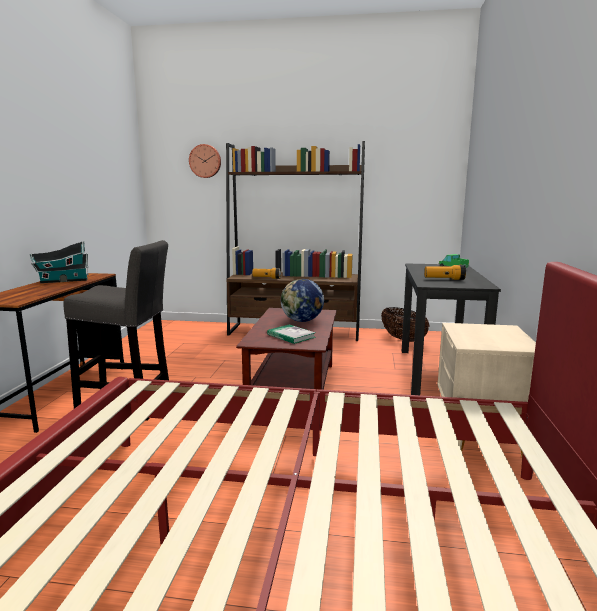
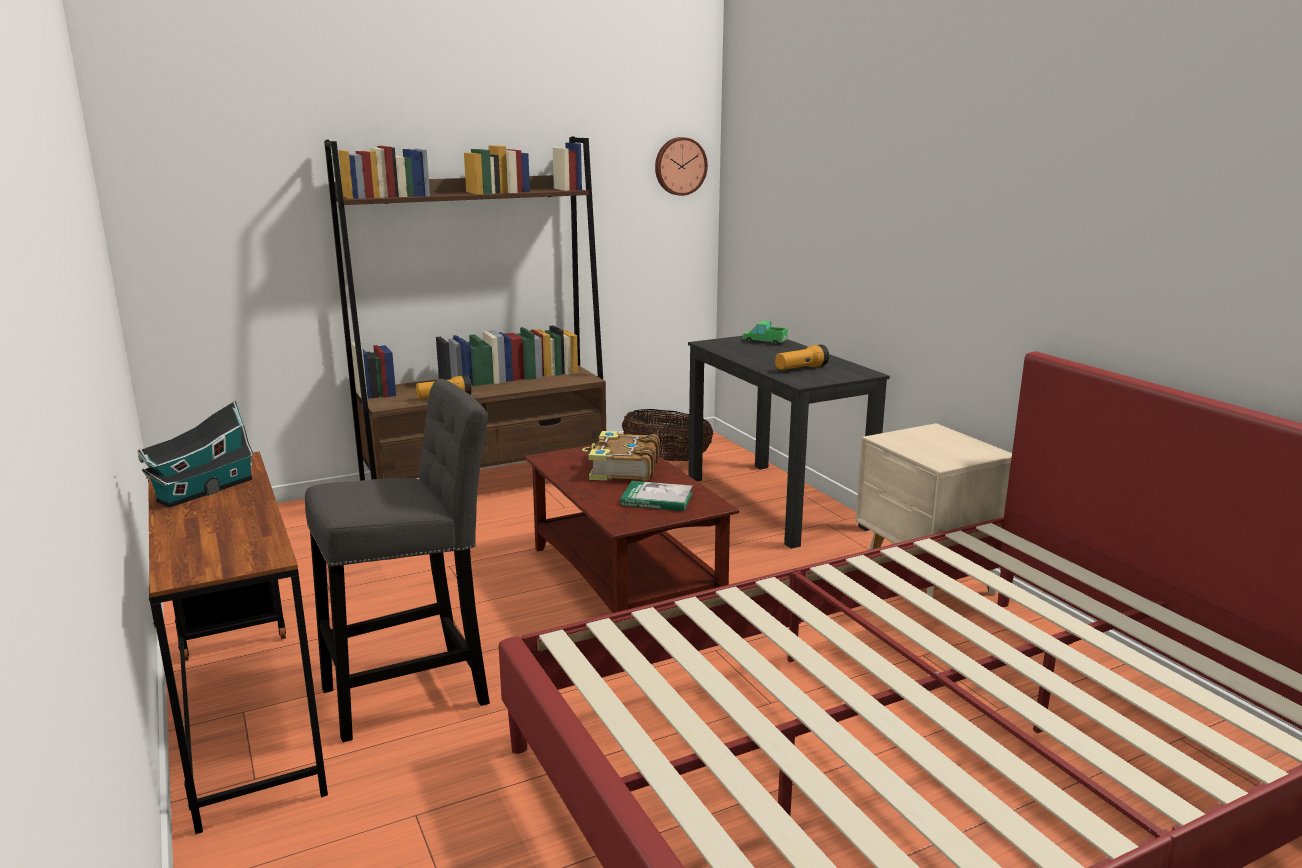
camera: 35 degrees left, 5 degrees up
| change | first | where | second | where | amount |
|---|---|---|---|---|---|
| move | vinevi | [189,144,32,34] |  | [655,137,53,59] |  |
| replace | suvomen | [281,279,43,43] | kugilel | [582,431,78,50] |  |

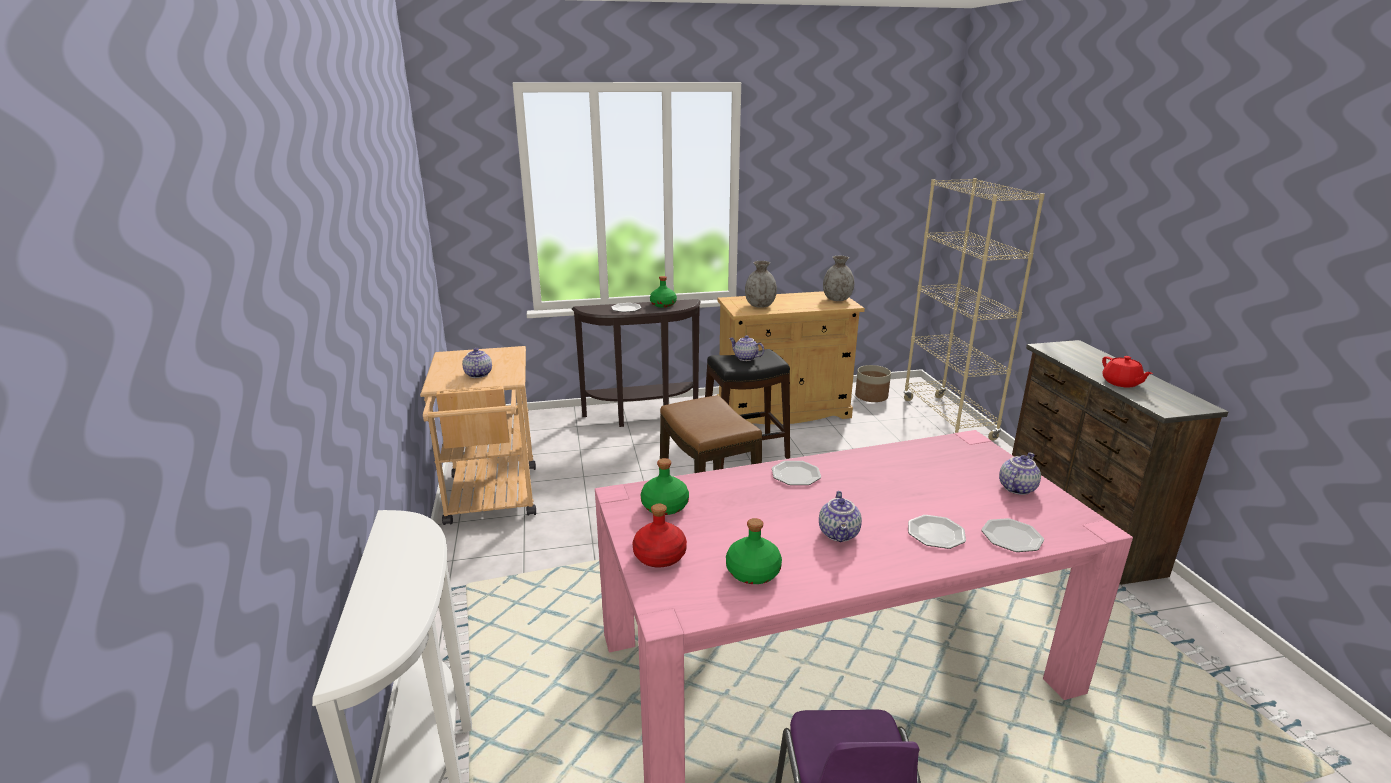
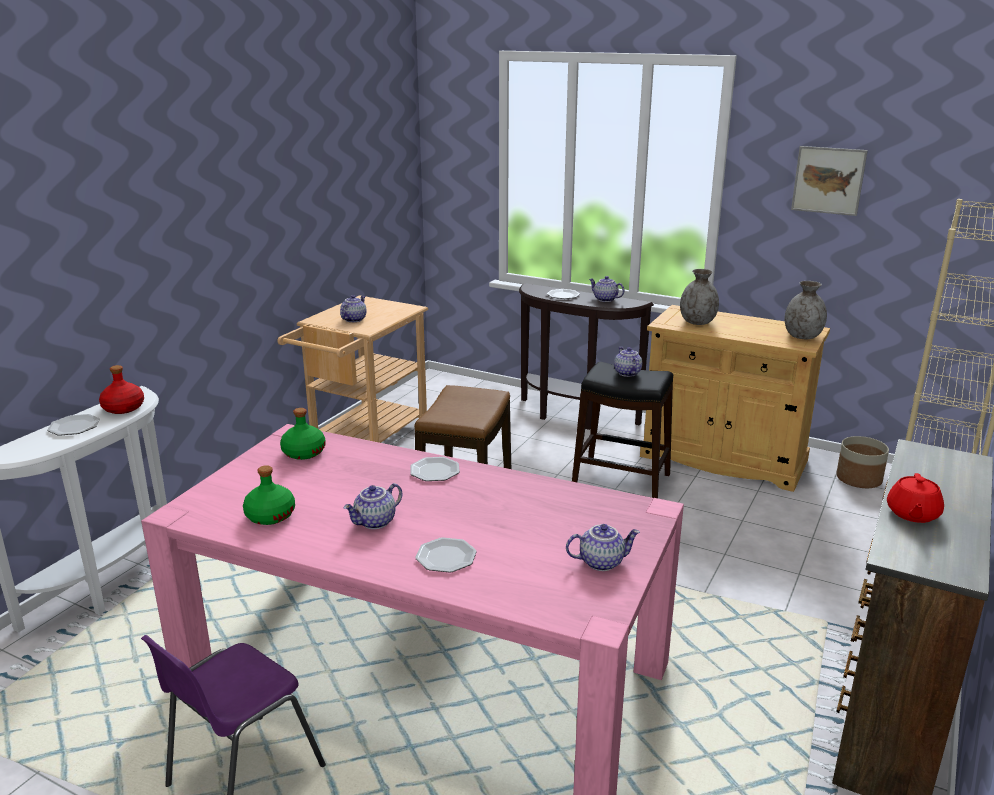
camera: 40 degrees right, 0 degrees up
| change | first | where | second | where | amount |
|---|---|---|---|---|---|
| move | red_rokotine | [632,504,55,63] |  | [99,365,45,49] |  |
| replace | green_rokotine | [650,276,27,32] | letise | [589,276,35,26] |  |
| move | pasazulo | [981,518,63,34] |  | [47,414,53,22] |  |
| insert |  |  | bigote | [791,146,77,70] |  |

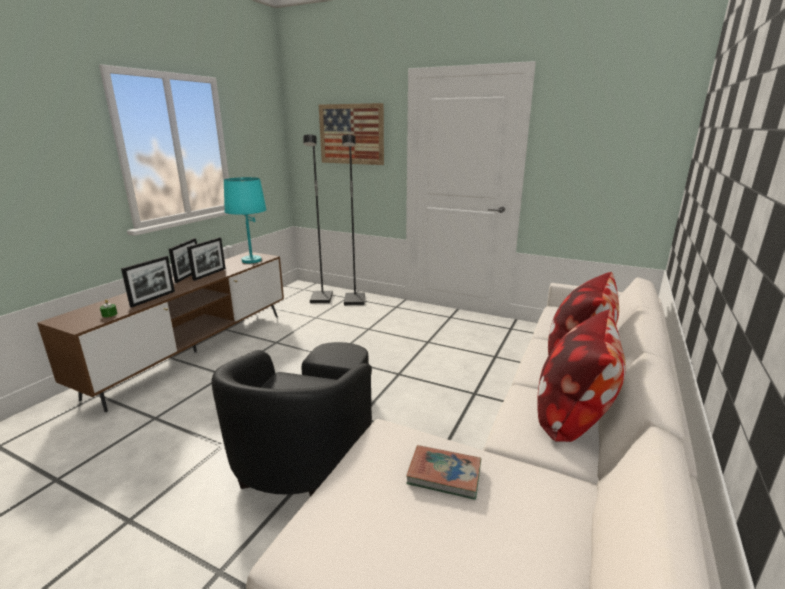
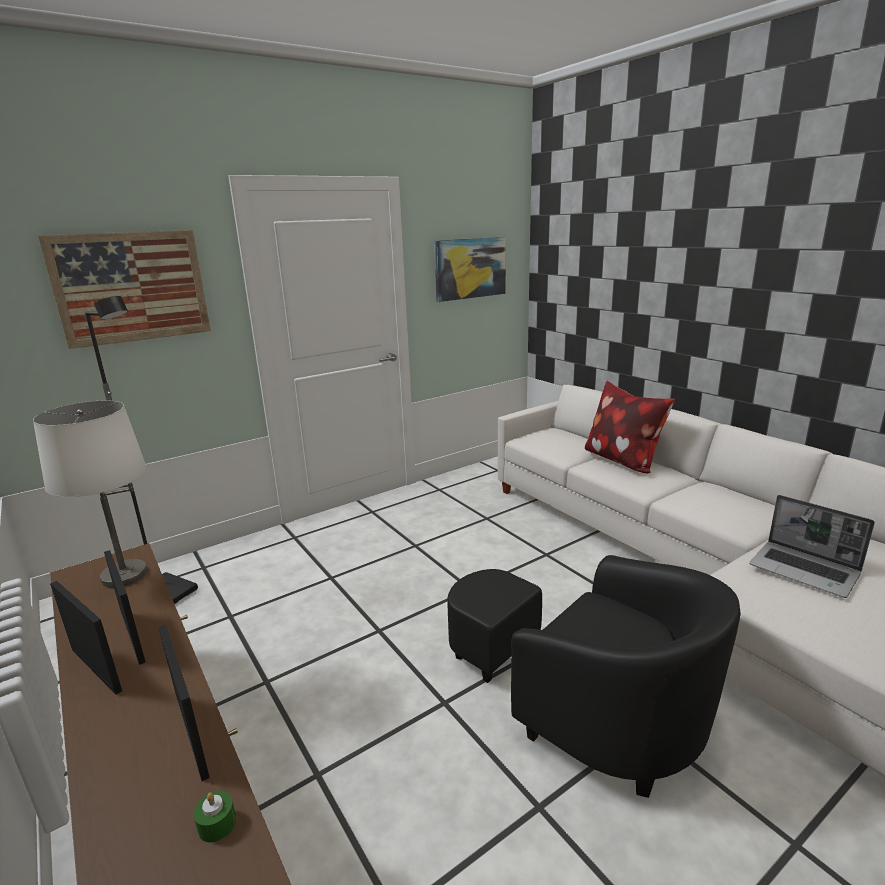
camera: 60 degrees left, 0 degrees up
| change | first | where | second | where | amount |
|---|---|---|---|---|---|
| recolor | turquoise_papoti | [224,177,43,86] | white_papoti | [33,401,114,187] |  |
| delete | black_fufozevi | [342,135,23,170] |  |  |  |
| replace | kugilel | [406,445,75,55] | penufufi | [749,495,126,103] |  |
| delete | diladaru | [537,309,89,133] |  |  |  |
| insert |  |  | bigote | [434,237,72,65] |  |

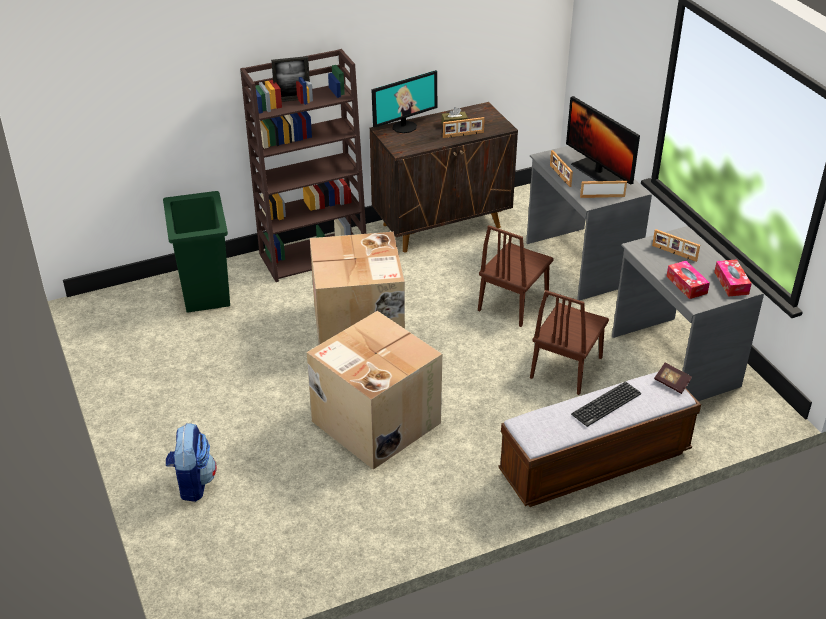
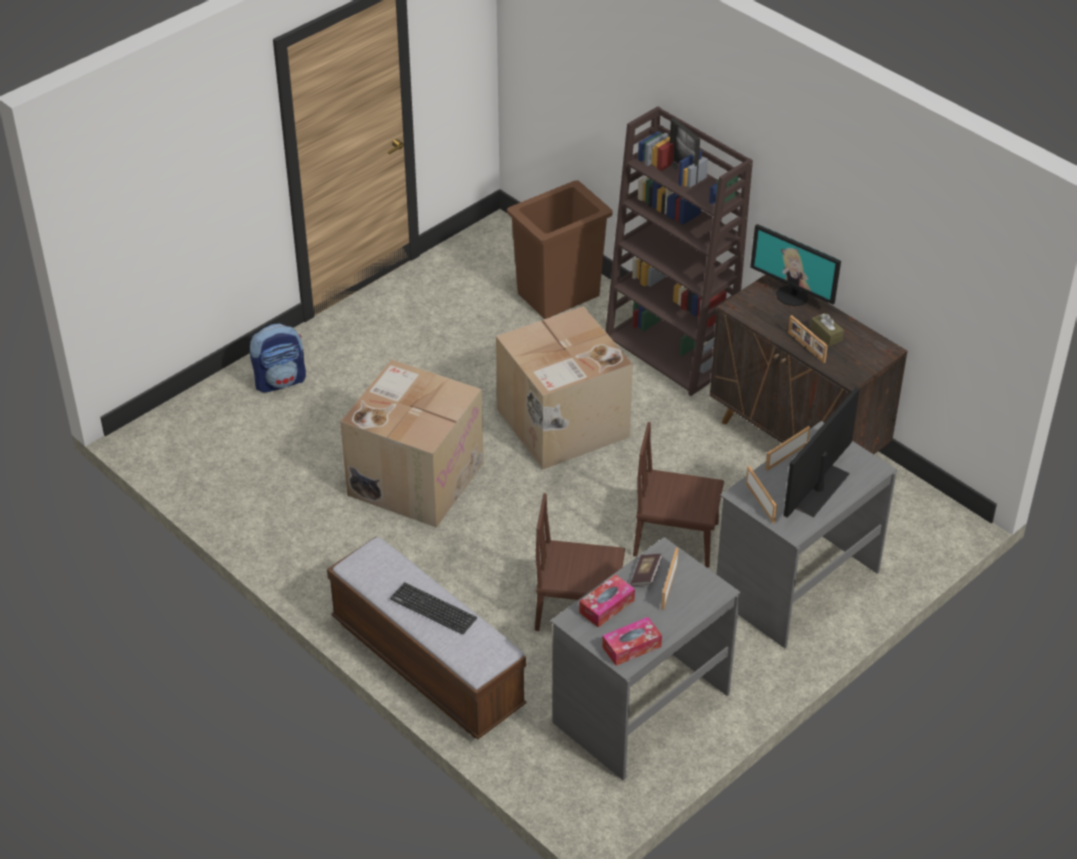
camera: 70 degrees right, 5 degrees up
| change | first | where | second | where | amount |
|---|---|---|---|---|---|
| recolor | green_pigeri | [163,191,67,122] | brown_pigeri | [507,180,106,139] |  |
| move | kugilel | [654,363,38,31] |  | [631,554,32,32] |  |

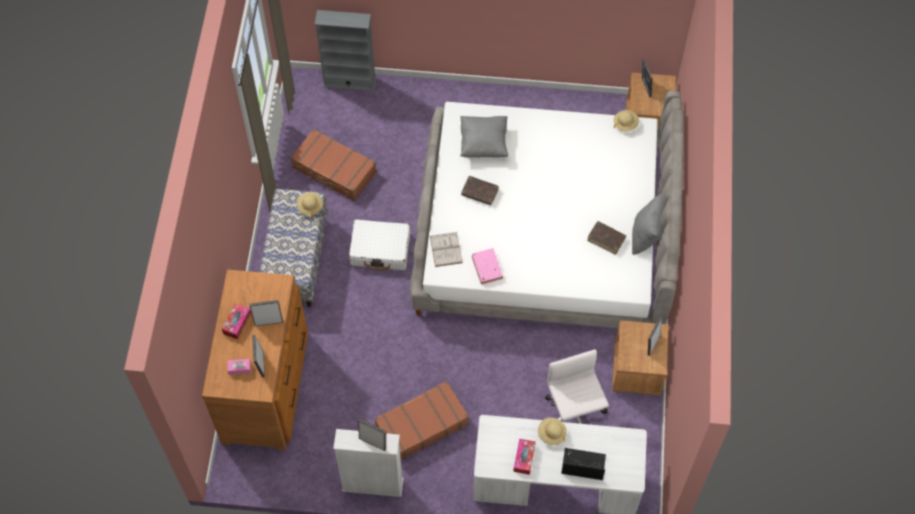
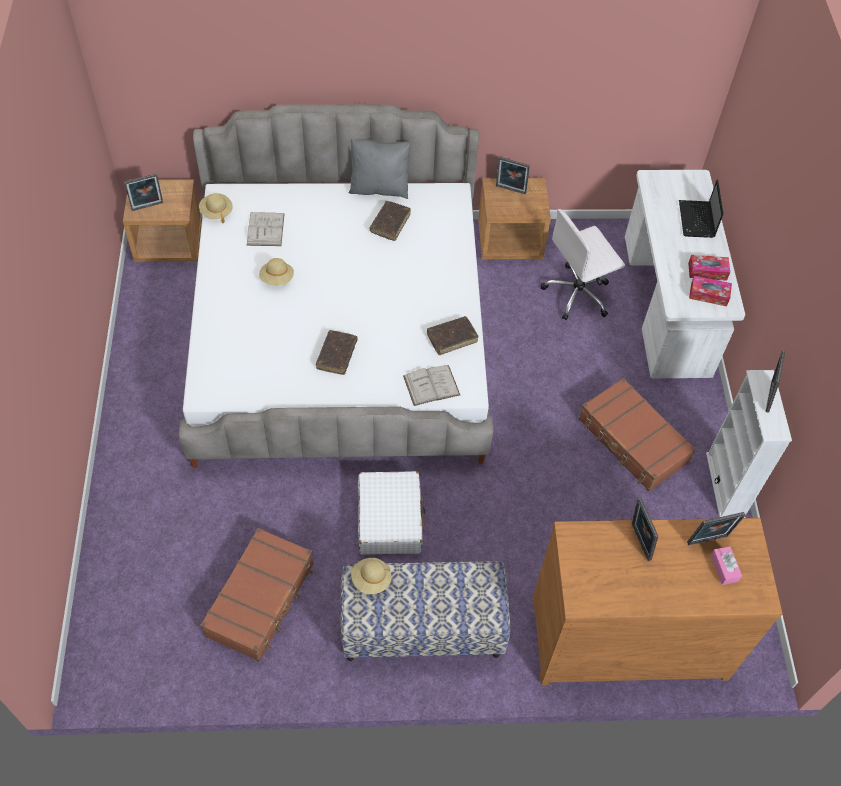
camera: 100 degrees left, 5 degrees down
| change | first | where | second | where | amount |
|---|---|---|---|---|---|
| move | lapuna | [222,303,29,36] |  | [689,276,43,30] |  |
| delete | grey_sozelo | [314,10,62,81] |  |  |  |
| delete | grey_diladaru | [460,116,48,42] |  |  |  |
| recolor | pink_kugilel | [472,249,31,36] | brown_kugilel | [427,316,52,39] |  |
| move | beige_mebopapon | [538,418,29,27] |  | [259,258,35,28] |  |
| insert |  |  | white_kugilel | [247,212,38,34] |  |

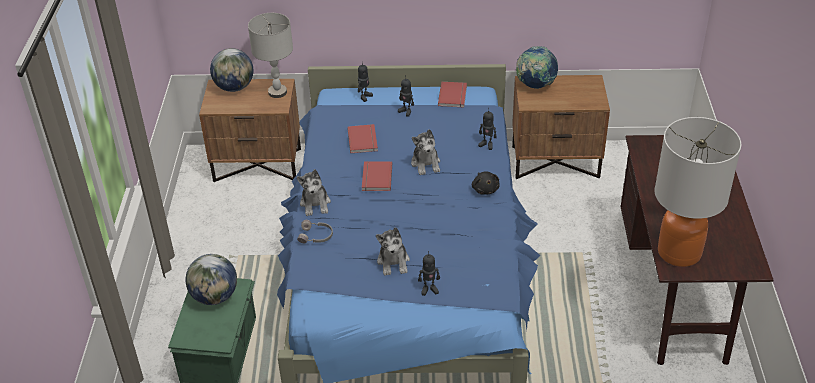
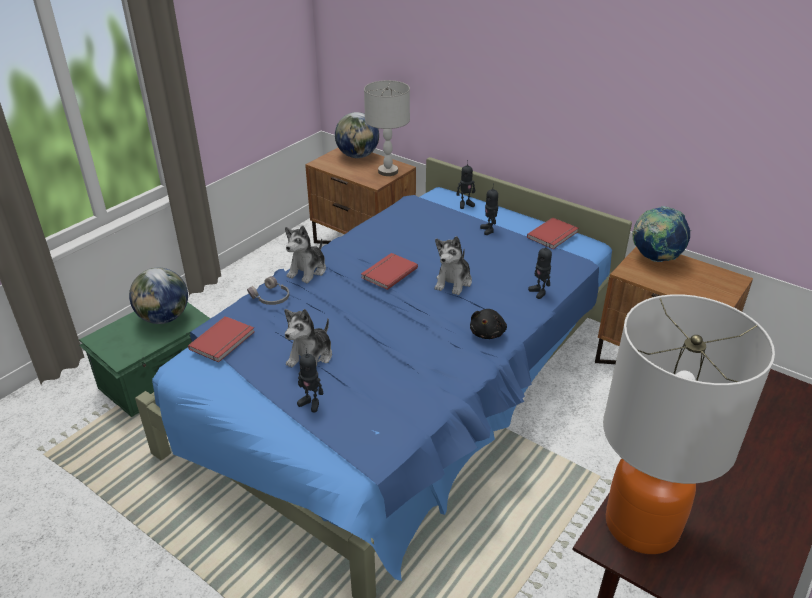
camera: 35 degrees right, 5 degrees down
| change | first | where | second | where | amount |
|---|---|---|---|---|---|
| move | red_kugilel | [347,124,31,29] |  | [188,316,67,46] |  |

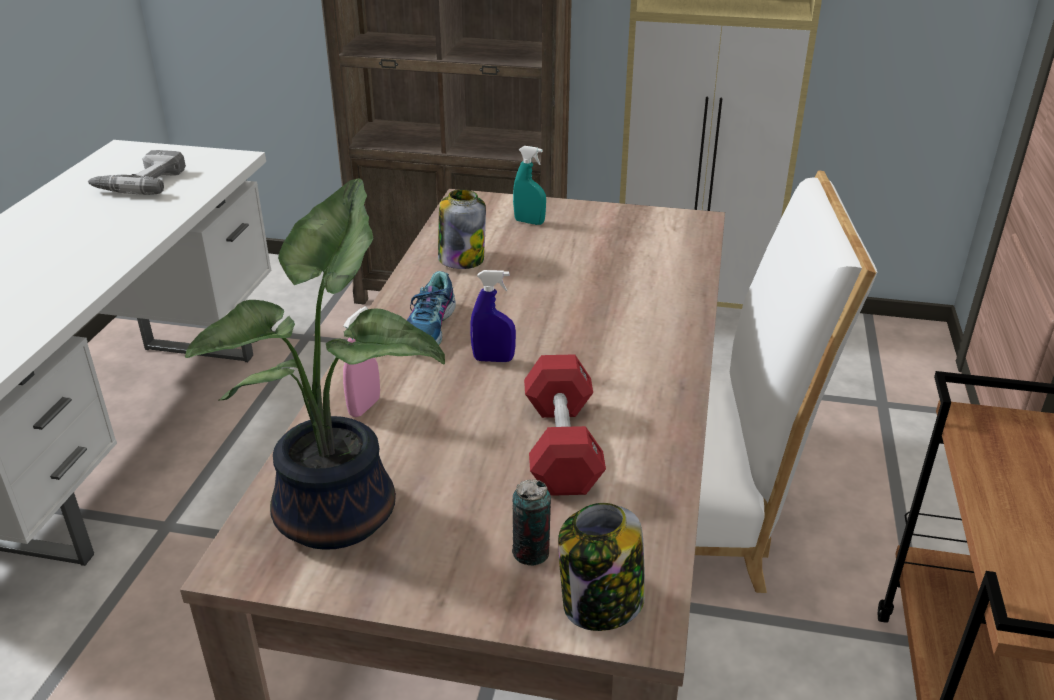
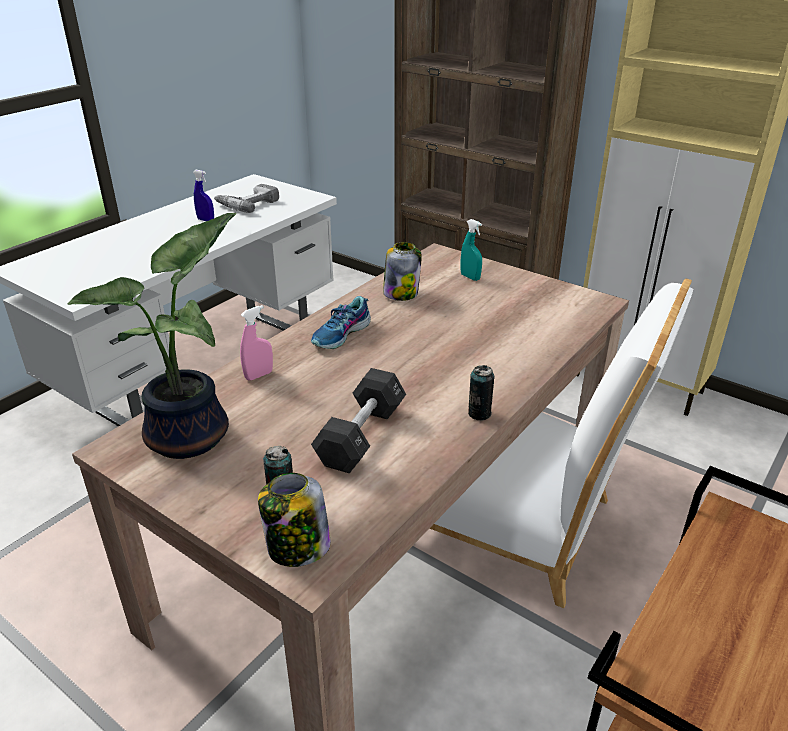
camera: 25 degrees right, 0 degrees up
| change | first | where | second | where | amount |
|---|---|---|---|---|---|
| move | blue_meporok | [470,270,46,92] |  | [193,170,21,51] |  |
| recolor | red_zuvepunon | [524,354,82,142] | black_zuvepunon | [311,368,95,105] |  |
| insert |  |  | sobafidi | [468,365,27,55] |  |

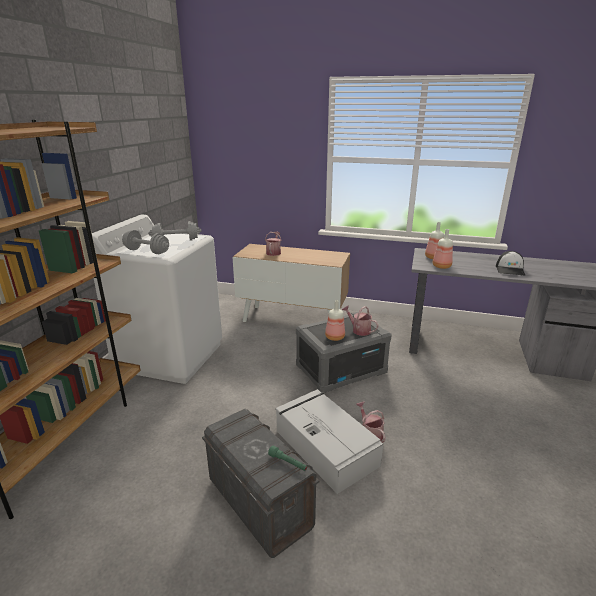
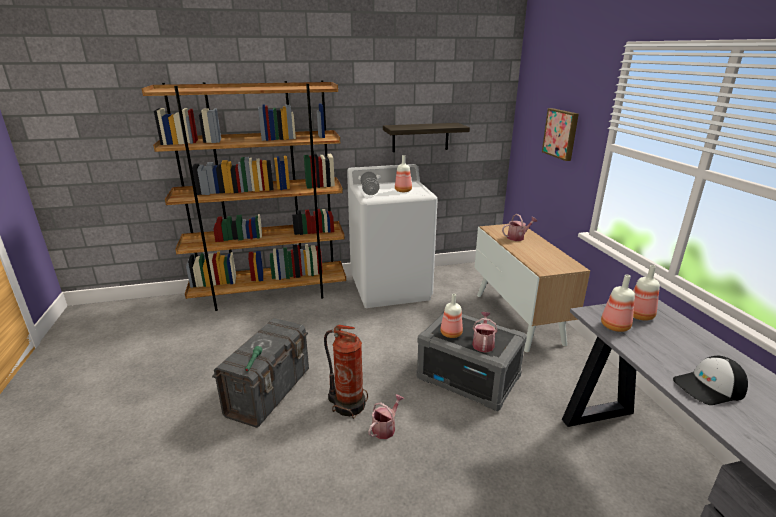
camera: 60 degrees right, 0 degrees up
| change | first | where | second | where | amount |
|---|---|---|---|---|---|
| replace | grey_zuvepunon | [148,221,54,20] | rokotine | [395,155,17,37] |  |
| replace | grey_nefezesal | [275,389,108,105] | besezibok | [324,325,44,94] |  |
| insert |  |  | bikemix | [383,123,87,29] |  |
| insert |  |  | bigote | [542,108,37,53] |  |

